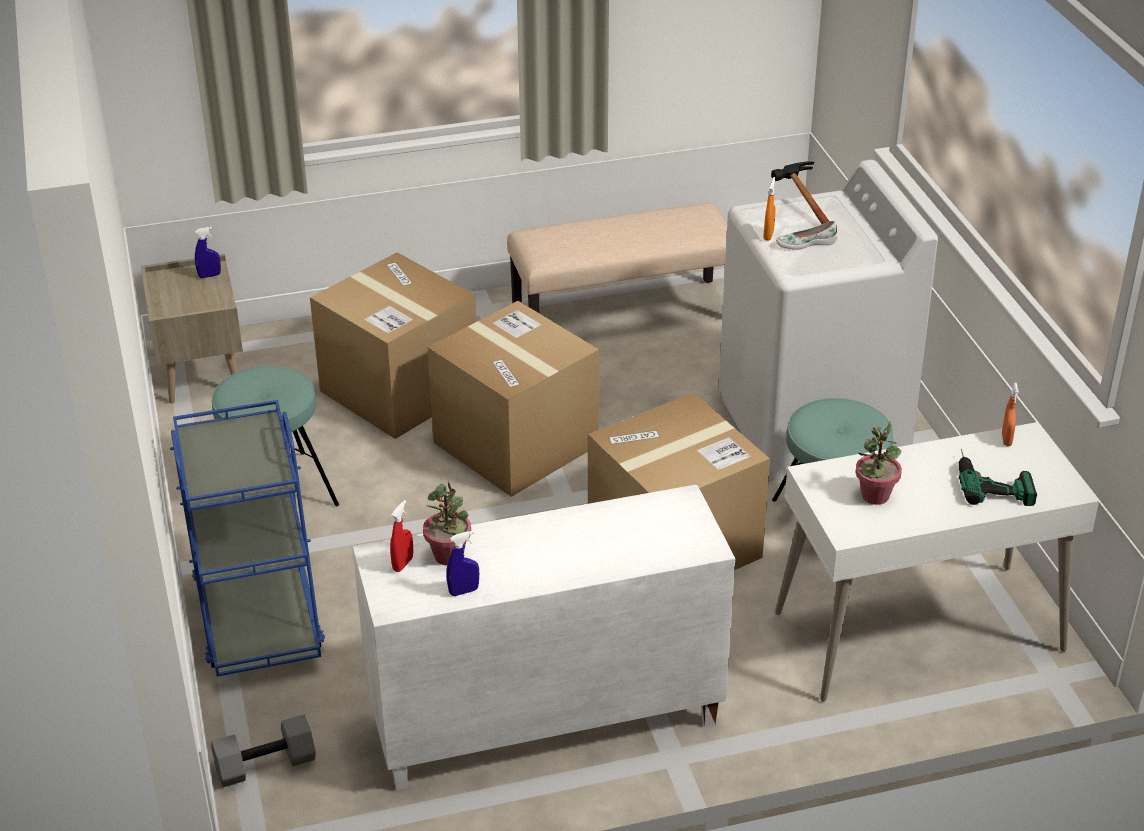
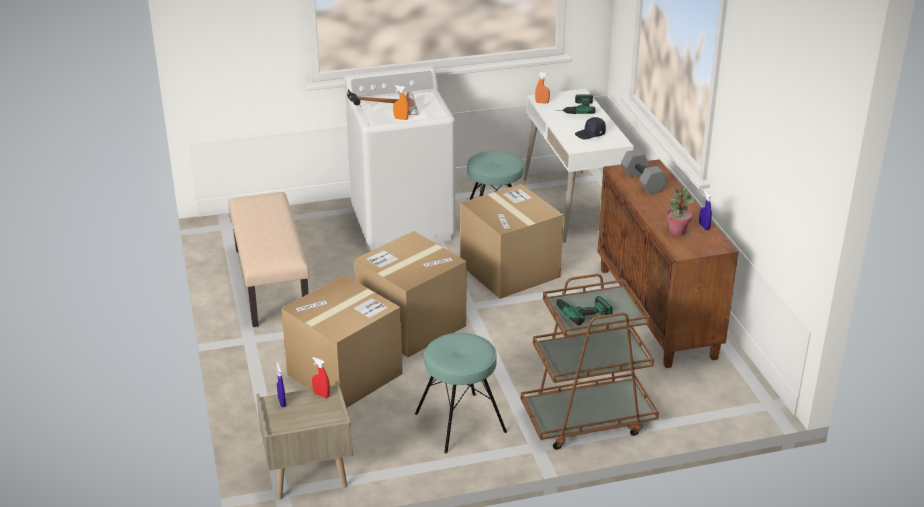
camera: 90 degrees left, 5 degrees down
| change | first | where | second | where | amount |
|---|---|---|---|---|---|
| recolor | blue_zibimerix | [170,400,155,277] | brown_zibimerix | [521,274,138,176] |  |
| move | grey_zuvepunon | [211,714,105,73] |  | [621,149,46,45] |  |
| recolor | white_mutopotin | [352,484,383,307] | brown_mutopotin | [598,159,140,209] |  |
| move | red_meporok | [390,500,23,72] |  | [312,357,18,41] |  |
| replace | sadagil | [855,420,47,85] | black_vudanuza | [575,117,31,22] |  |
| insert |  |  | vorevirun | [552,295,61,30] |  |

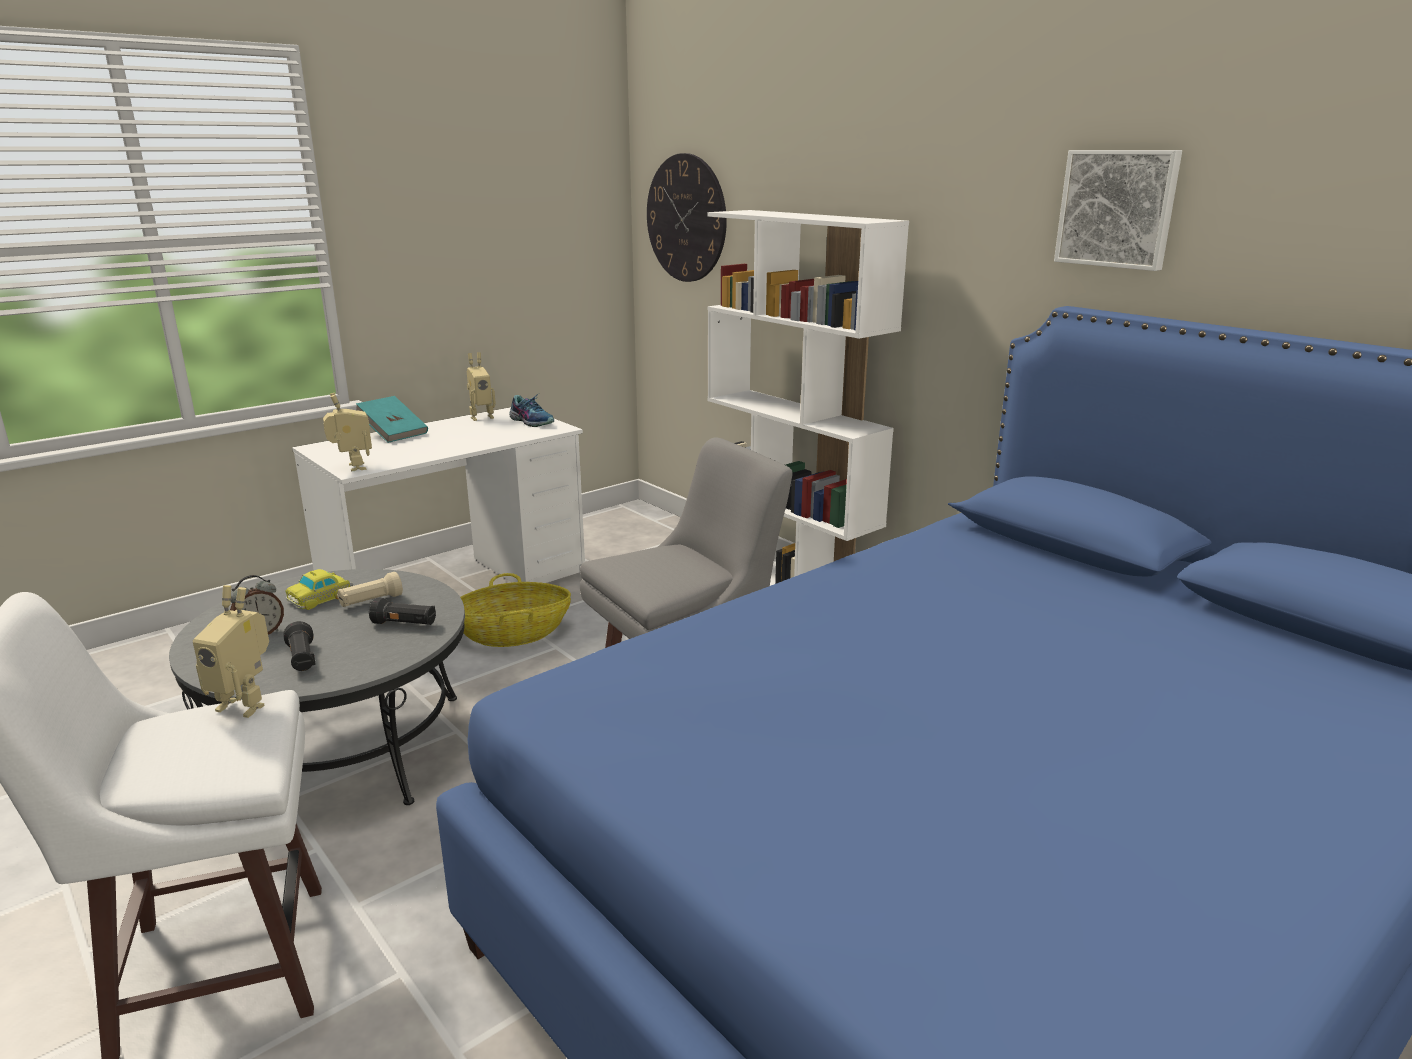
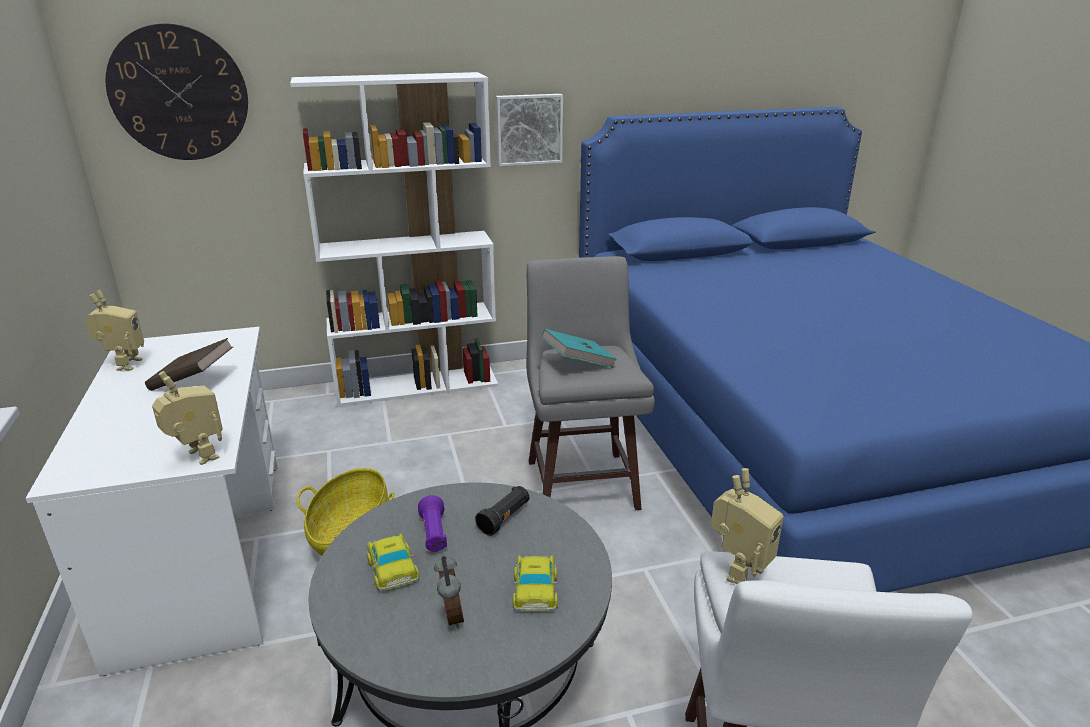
camera: 65 degrees left, 5 degrees up
| change | first | where | second | where | amount |
|---|---|---|---|---|---|
| replace | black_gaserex | [283,621,33,50] | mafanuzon | [513,556,45,55] |  |
| rotate | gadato | [323,393,49,78] |  | [152,371,71,94] | 45 degrees clockwise |
| recolor | beige_gaserex | [337,572,66,35] | purple_gaserex | [418,495,29,57] |  |
| move | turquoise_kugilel | [356,396,72,47] |  | [541,329,76,39] |  |
| delete | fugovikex | [509,394,45,33] |  |  |  |
| move | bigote | [1054,150,128,121] |  | [496,94,67,72] |  |
| insert |  |  | brown_kugilel | [145,338,88,53] |  |

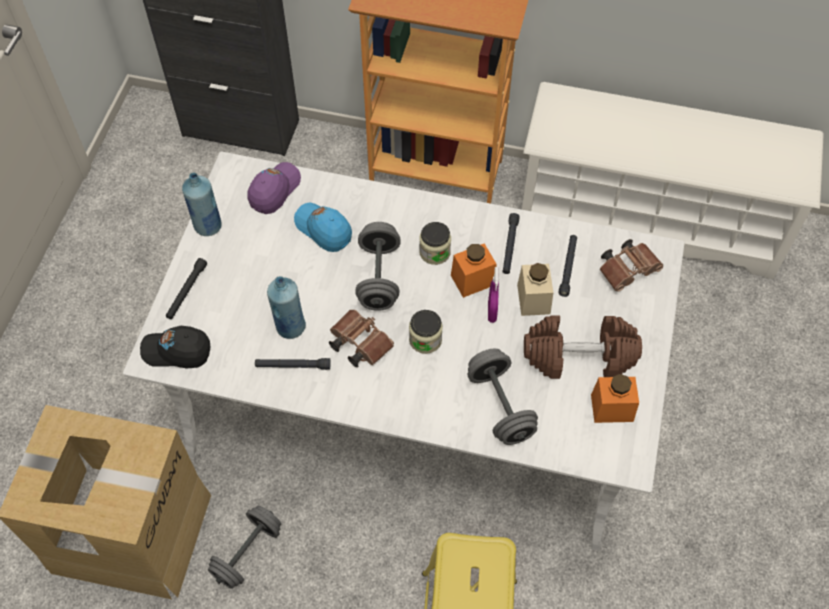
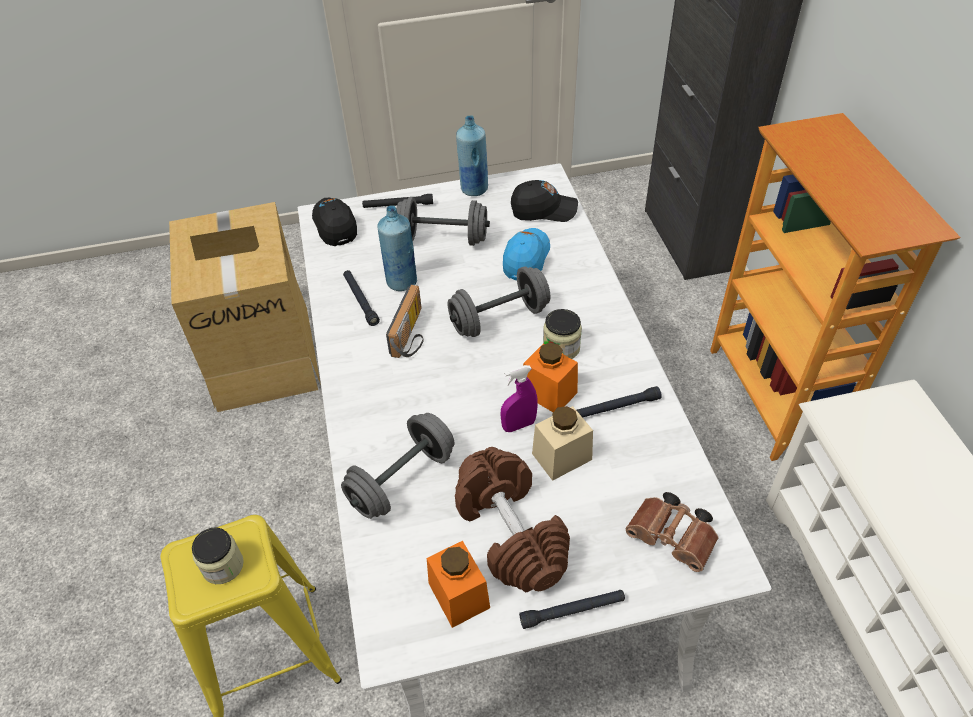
camera: 65 degrees right, 10 degrees down
| change | first | where | second | where | amount |
|---|---|---|---|---|---|
| move | grey_zuvepunon | [208,506,73,83] |  | [396,197,94,49] |  |
| recolor | purple_vudanuza | [247,162,54,52] | black_vudanuza | [511,180,67,42] |  |
| replace | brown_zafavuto | [329,310,65,57] | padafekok | [386,285,37,73] |  |
| move | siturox | [409,310,34,44] |  | [192,528,52,56] |  |
| move | black_gaserex | [558,235,19,62] |  | [519,590,106,39] |  |

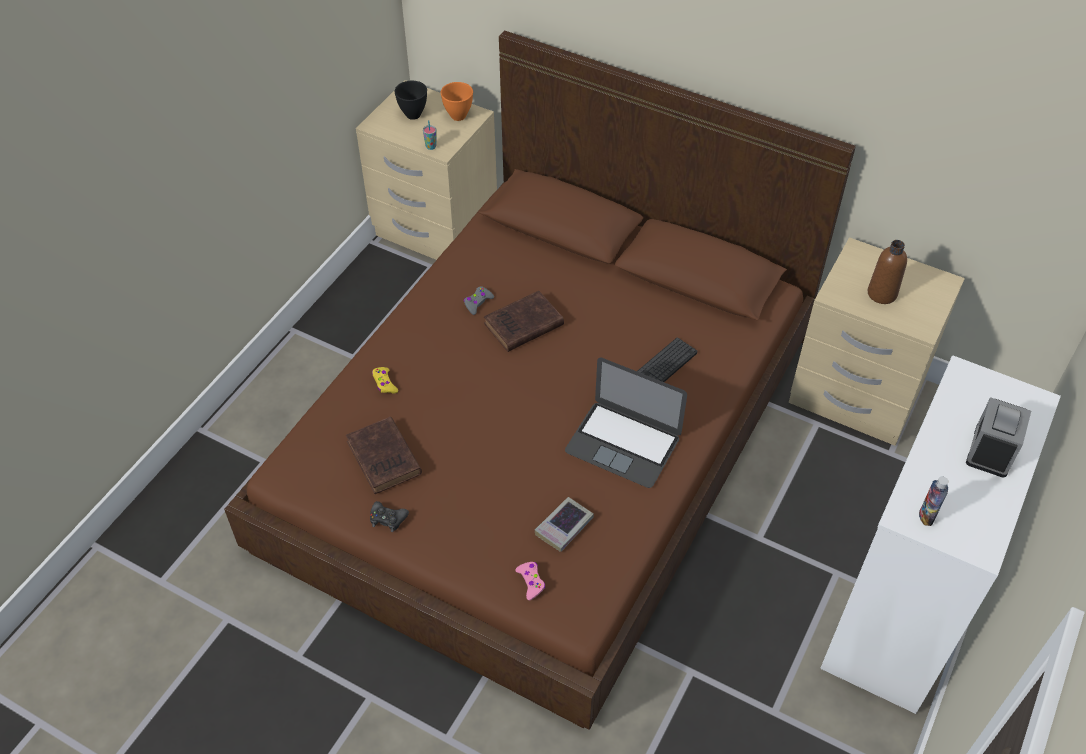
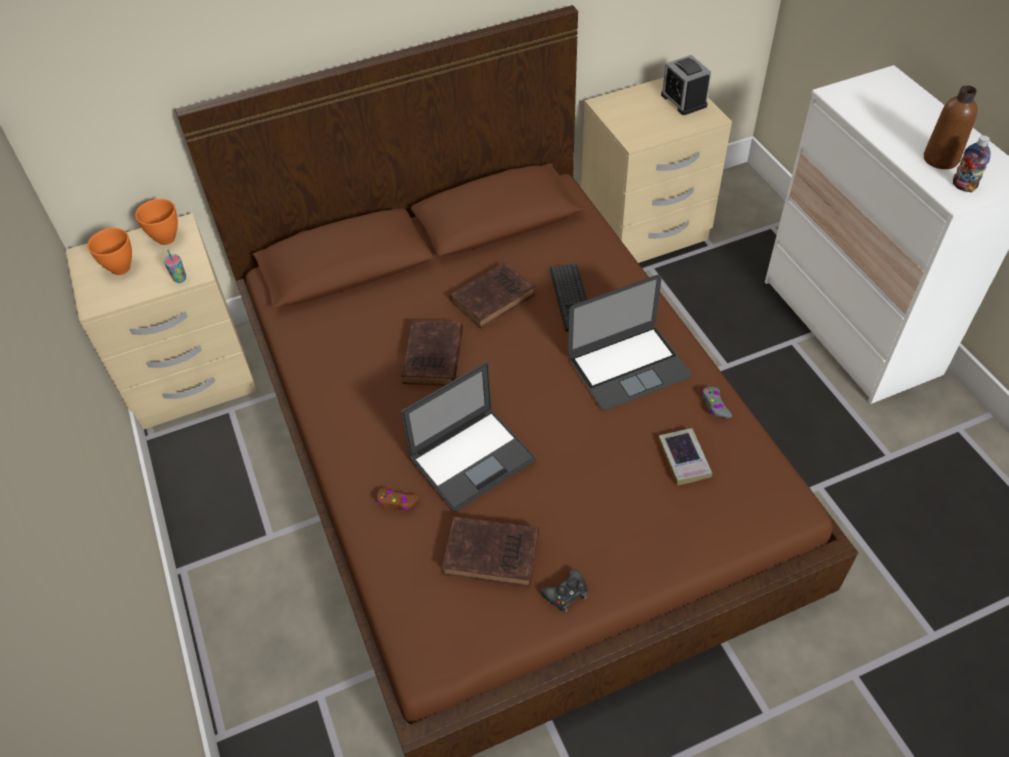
camera: 50 degrees left, 0 degrees up
| change | first | where | second | where | amount |
|---|---|---|---|---|---|
| recolor | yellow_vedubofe | [372,367,26,26] | brown_vedubofe | [377,488,42,23] |  |
| recolor | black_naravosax | [395,81,32,39] | orange_naravosax | [87,228,45,47] |  |
| move | grey_vedubofe | [464,286,30,29] |  | [702,387,30,31] |  |
| delete | pink_vedubofe | [516,562,29,38] |  |  |  |
| move | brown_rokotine | [868,240,39,64] |  | [924,85,54,84] |  |
| move | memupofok | [966,397,65,81] |  | [661,55,50,60] |  |
| insert |  |  | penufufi | [401,361,135,151] |  |
| insert |  |  | brown_kugilel | [450,262,85,67] |  |

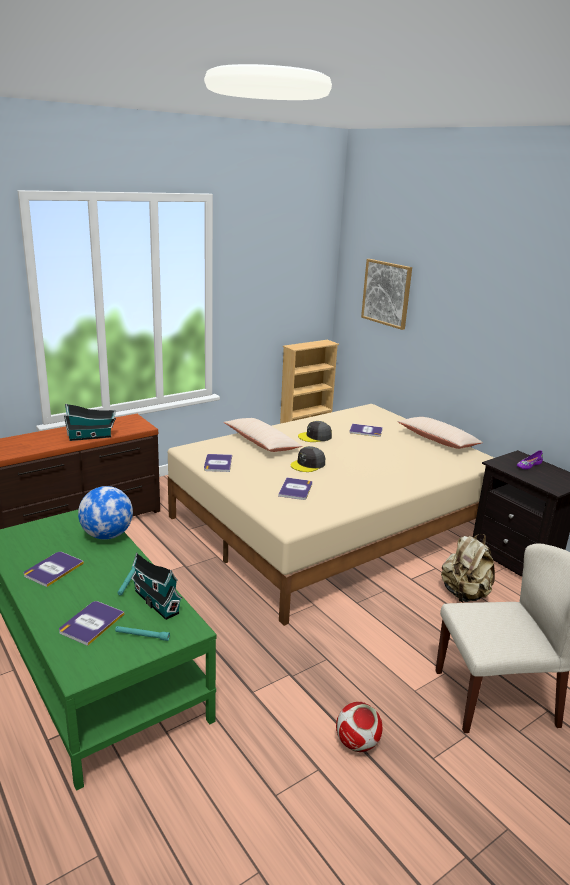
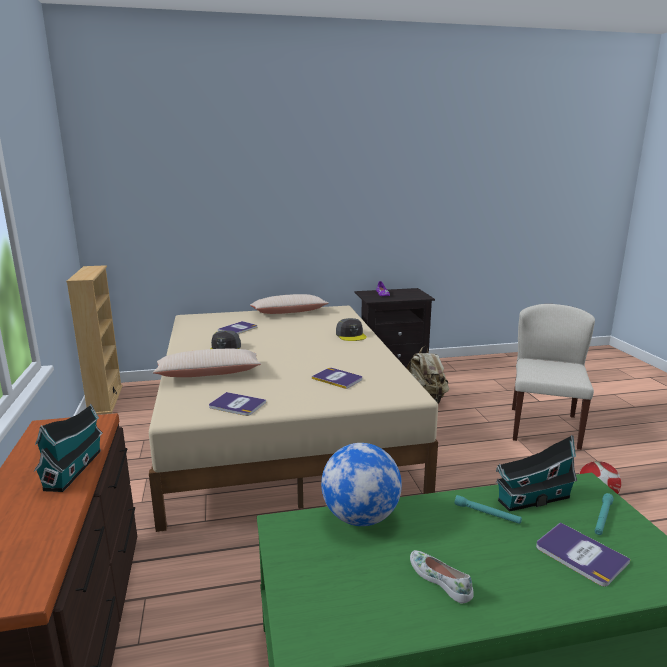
camera: 65 degrees left, 5 degrees down
| change | first | where | second | where | amount |
|---|---|---|---|---|---|
| replace | kugilel | [24,552,60,35] | white_fugovikex | [410,550,64,54] |  |
| move | grey_vudanuza | [291,446,34,26] |  | [336,318,31,23] |  |
| delete | bigote | [361,259,51,71] |  |  |  |

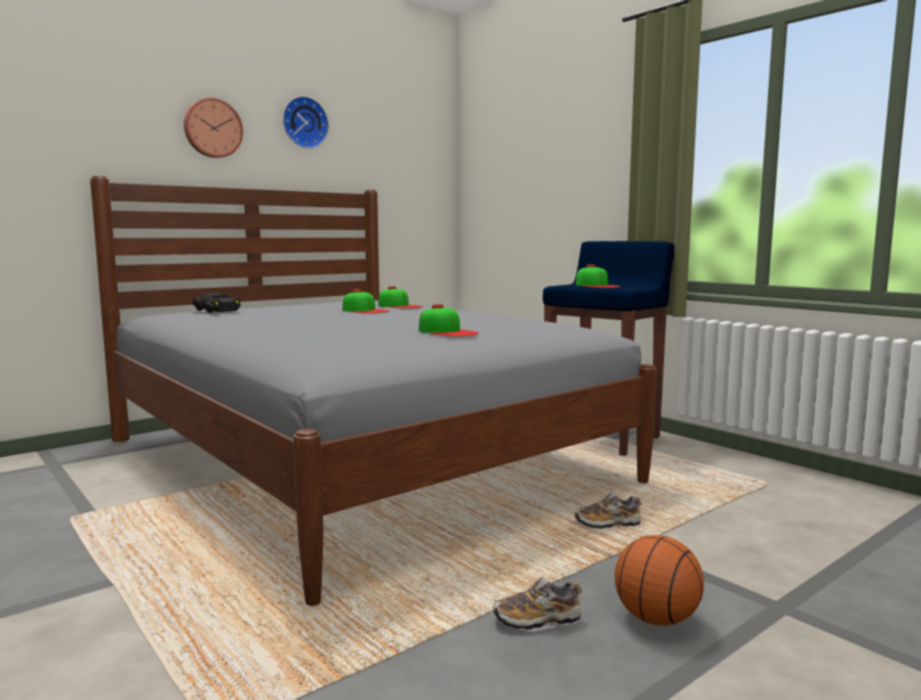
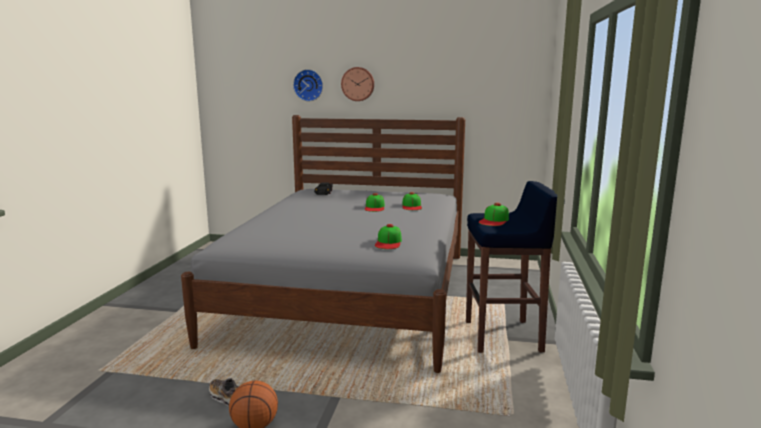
camera: 50 degrees right, 5 degrees up
| change | first | where | second | where | amount |
|---|---|---|---|---|---|
| move | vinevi | [283,96,46,53] |  | [293,69,30,32] |  |
| move | vudanuza | [419,304,60,33] |  | [375,224,27,25] |  |
| delete | fugovikex | [574,493,68,36] |  |  |  |

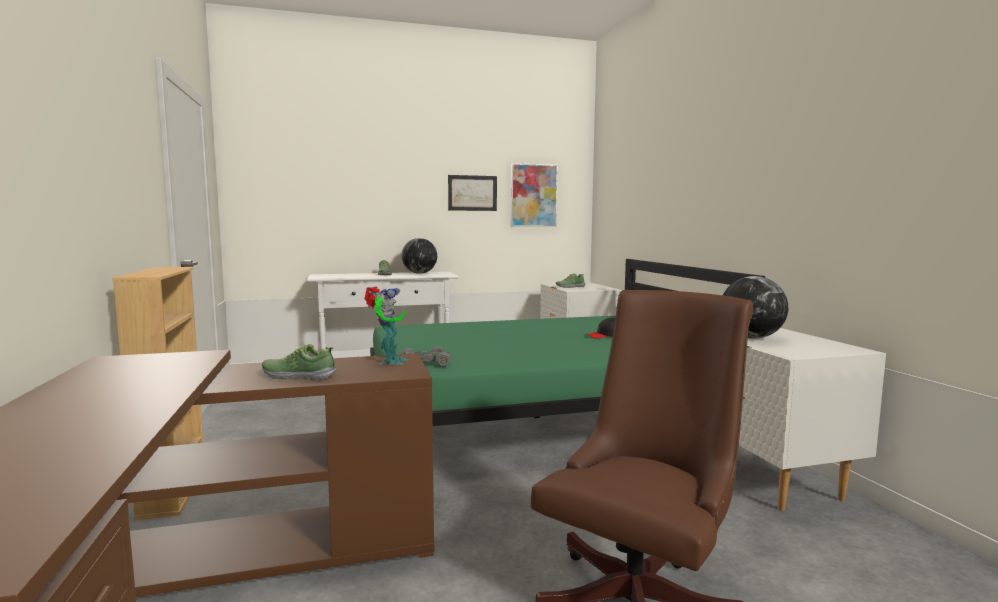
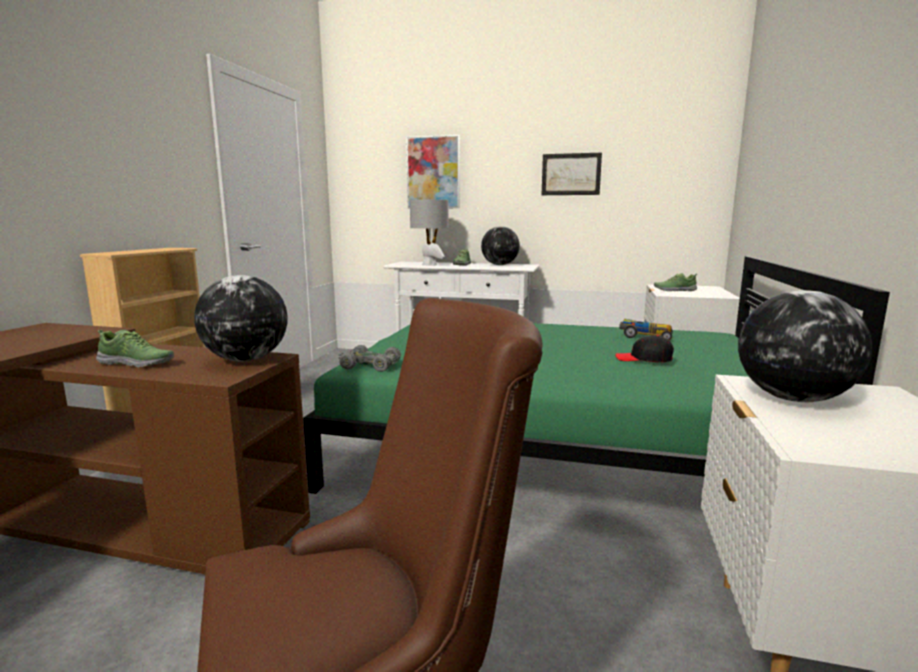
camera: 30 degrees right, 5 degrees up
| change | first | where | second | where | amount |
|---|---|---|---|---|---|
| rotate | fugovikex | [262,344,75,36] |  | [96,329,78,38] | 150 degrees clockwise |
| replace | gadato | [364,286,44,79] | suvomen | [194,275,94,86] |  |
| move | bigote | [511,163,47,64] |  | [406,135,54,74] |  |
| insert |  |  | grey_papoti | [410,199,39,66] |  |
| insert |  |  | mafanuzon | [619,319,54,21] |  |

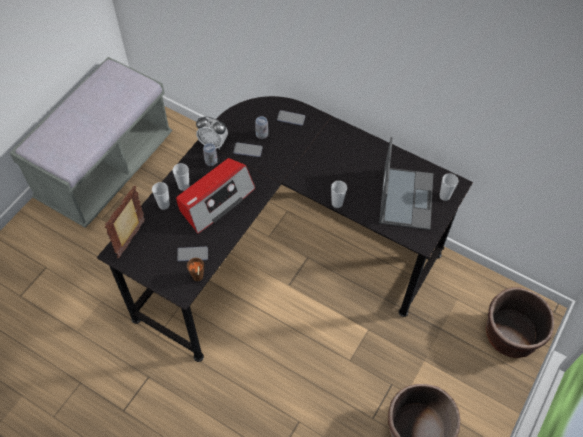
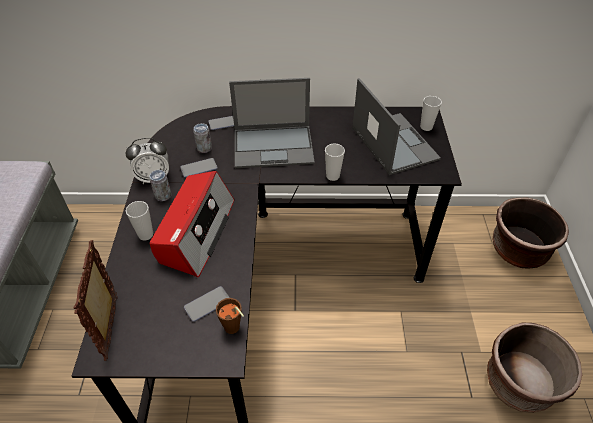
camera: 30 degrees left, 10 degrees down
| change | first | where | second | where | amount |
|---|---|---|---|---|---|
| delete | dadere | [152,182,18,28] |  |  |  |
| insert |  |  | penufufi | [229,78,86,90] |  |

